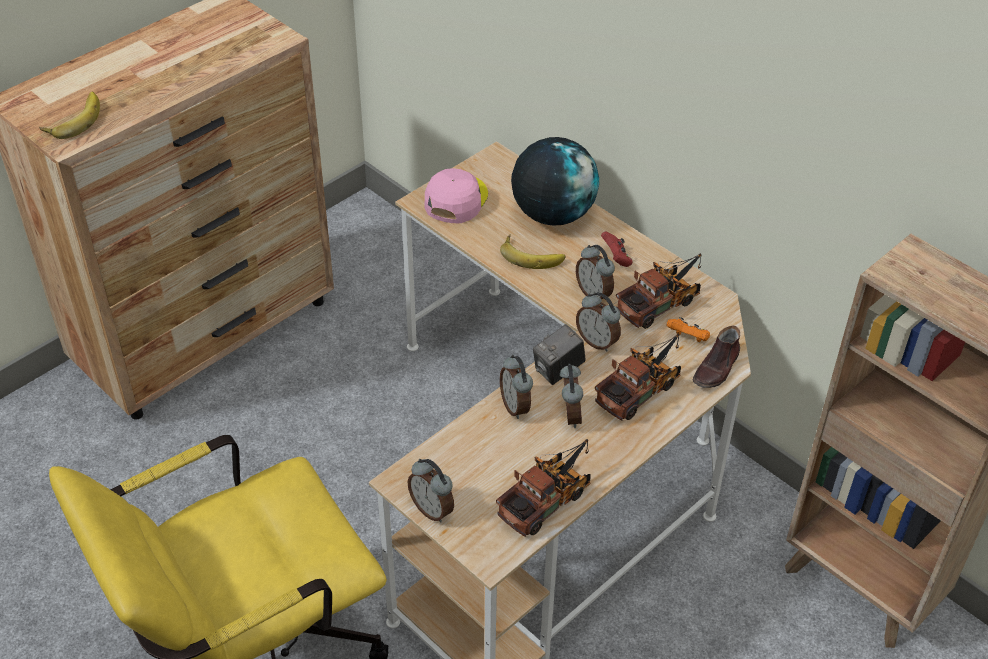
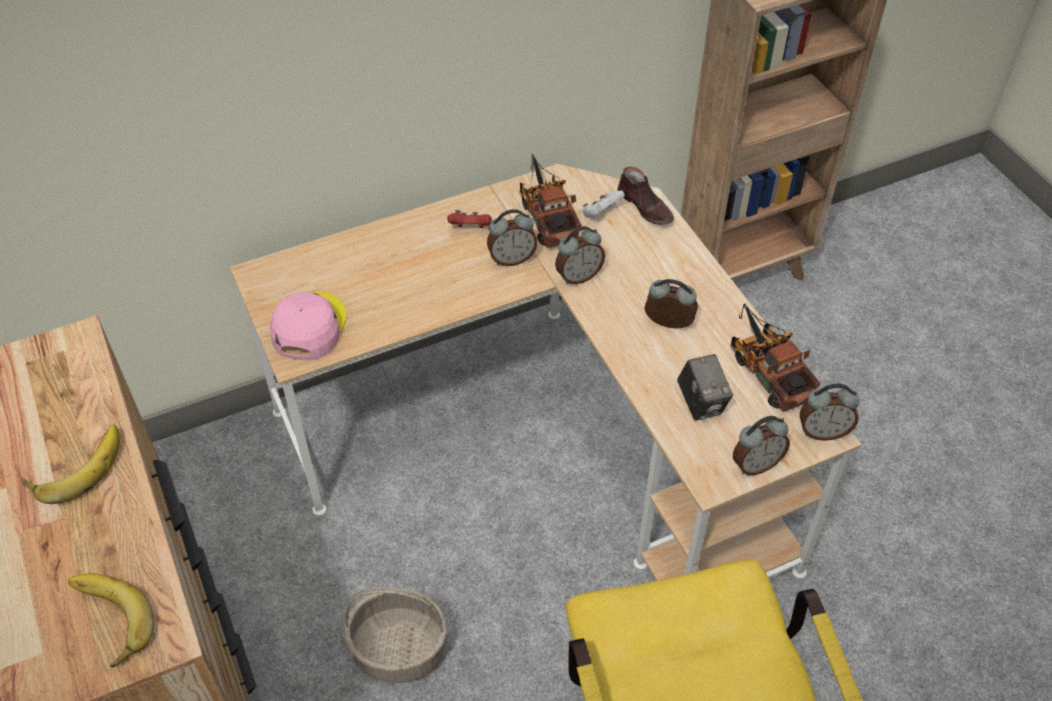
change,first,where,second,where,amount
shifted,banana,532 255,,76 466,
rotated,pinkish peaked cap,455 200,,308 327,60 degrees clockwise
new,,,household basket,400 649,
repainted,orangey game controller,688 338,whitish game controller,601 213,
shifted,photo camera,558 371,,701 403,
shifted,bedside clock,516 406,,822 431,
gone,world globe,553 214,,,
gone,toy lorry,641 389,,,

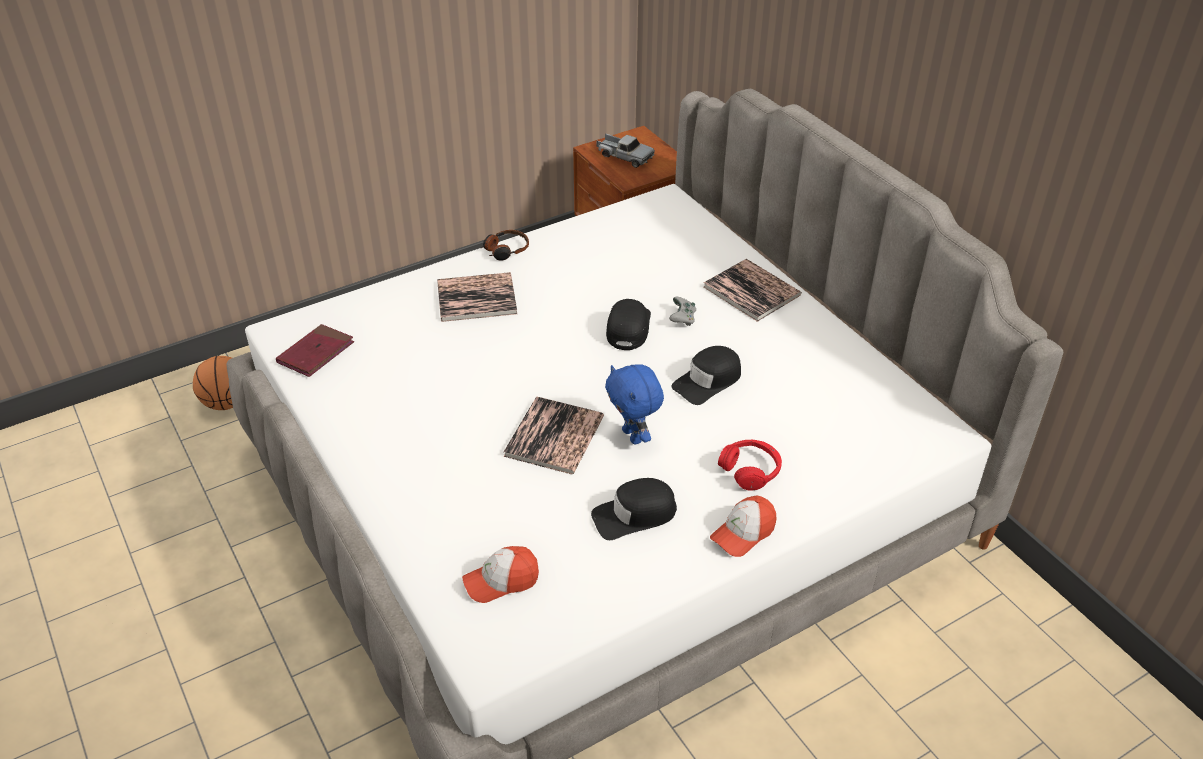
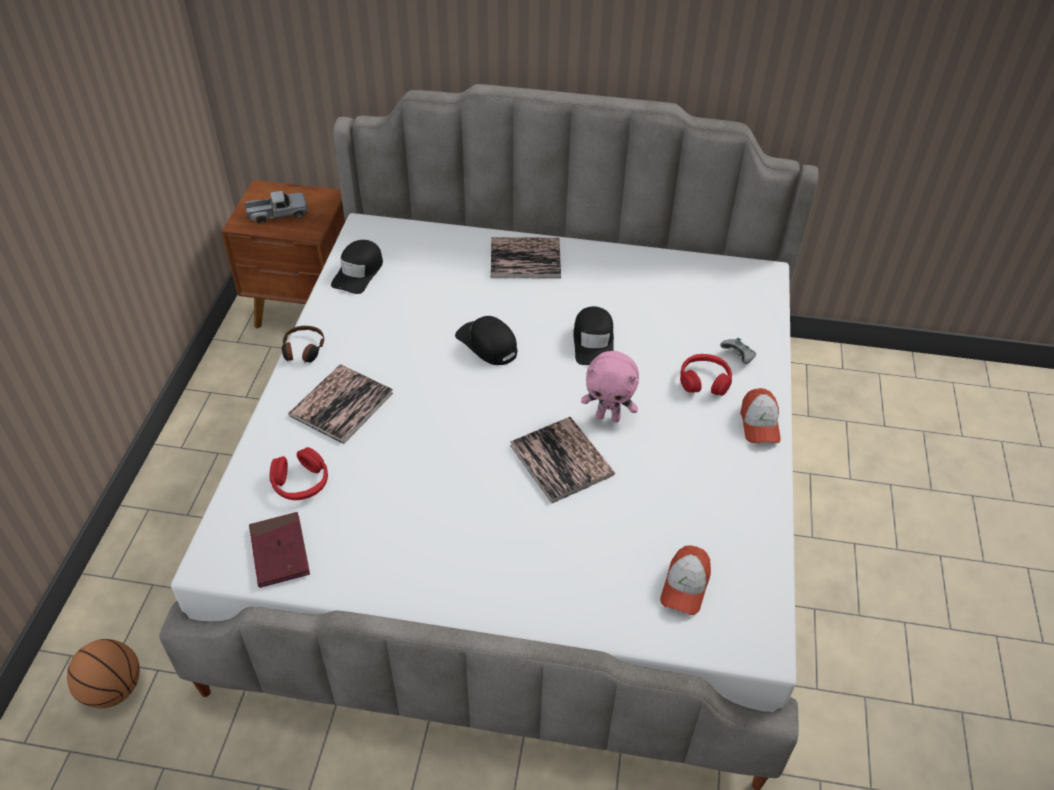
change,first,where,second,where,amount
new,,,red headphones,301 483,
shifted,black-coloured peaked cap,634 515,,358 272,
repainted,bluish soft toy,633 436,pinkish soft toy,608 417,
shifted,gray game controller,682 319,,738 357,

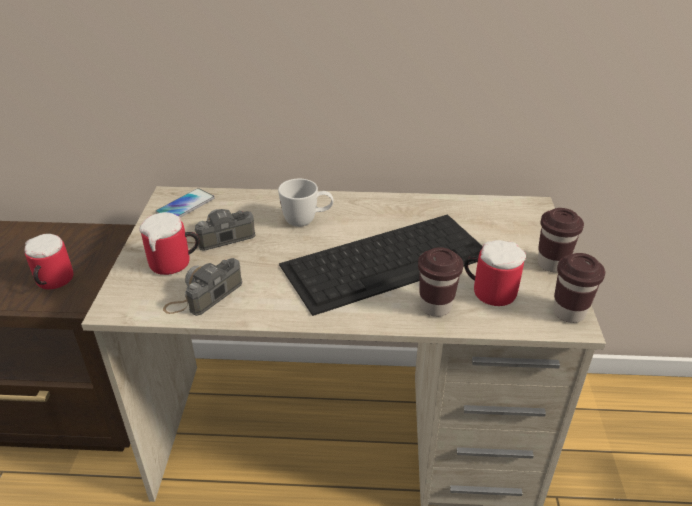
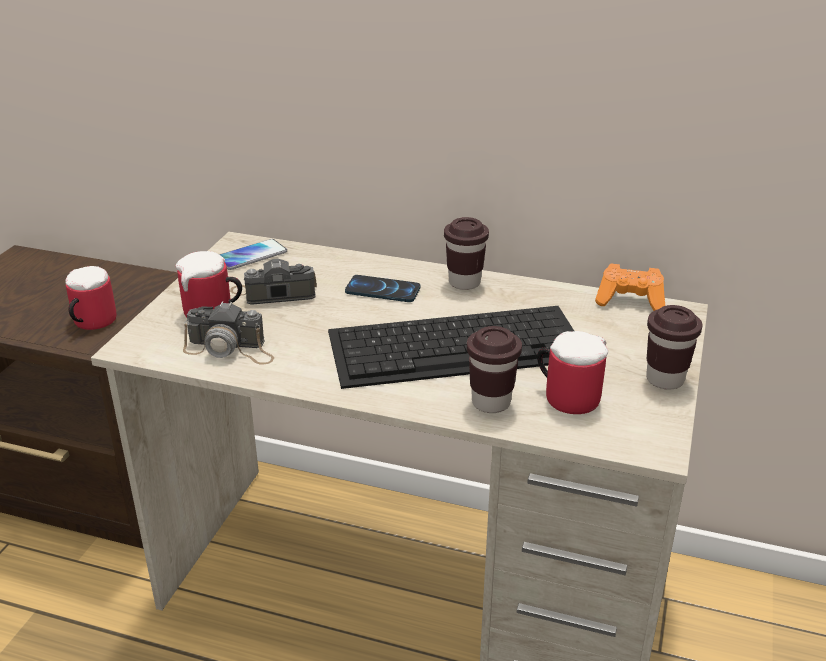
change,first,where,second,where,amount
rotated,photo camera,204 295,,230 349,135 degrees counterclockwise
swapped,whitish mug,307 221,handset,382 290,
shifted,brown drinking cup,568 313,,464 282,
new,,,orangey game controller,630 301,

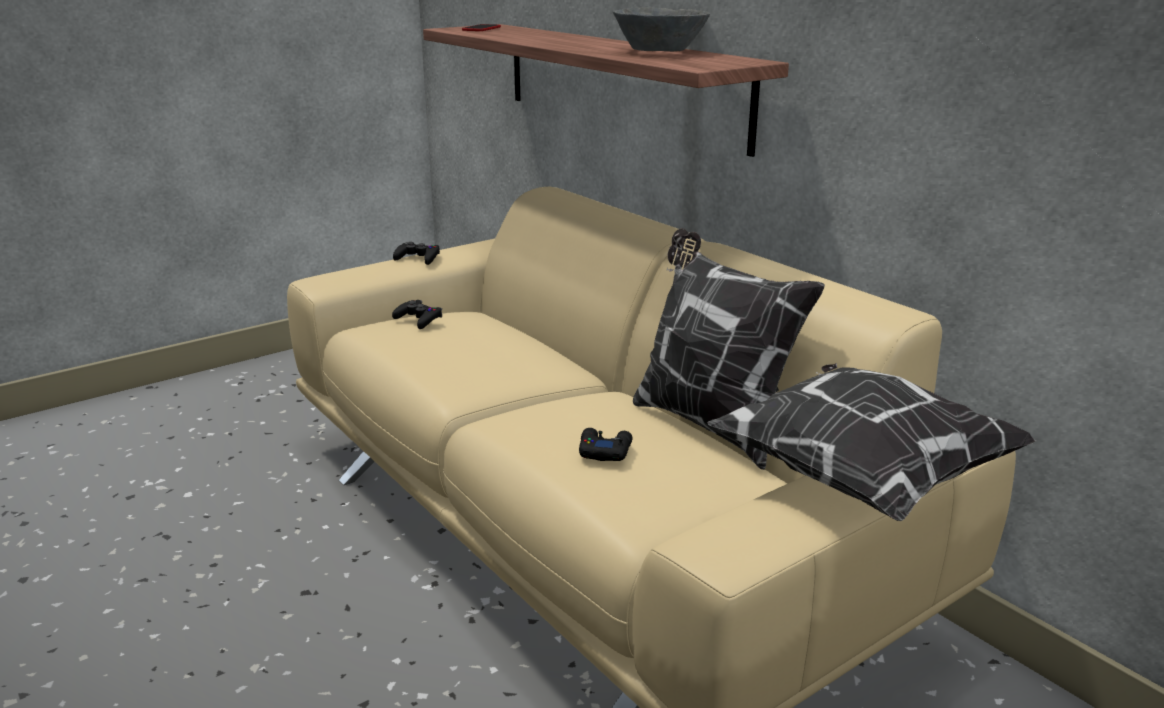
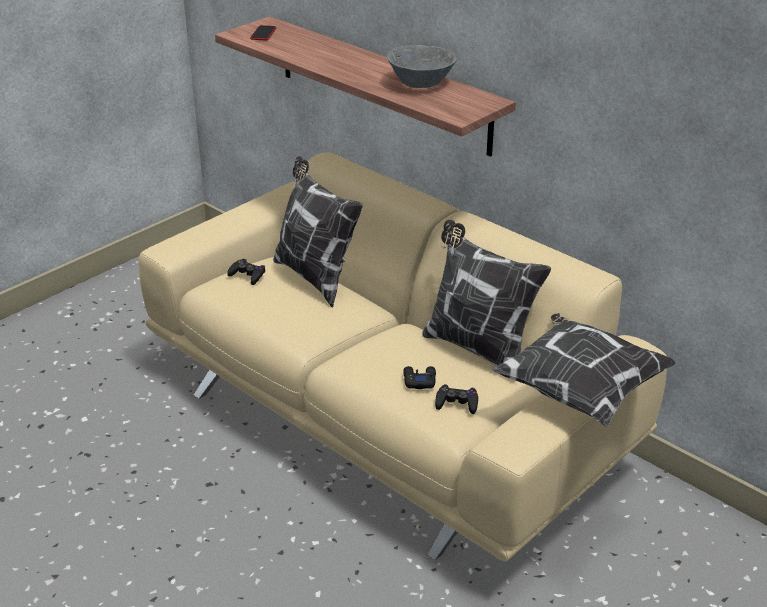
change,first,where,second,where,amount
new,,,cushion,315 276,
shifted,black-coloured game controller,418 258,,457 403,

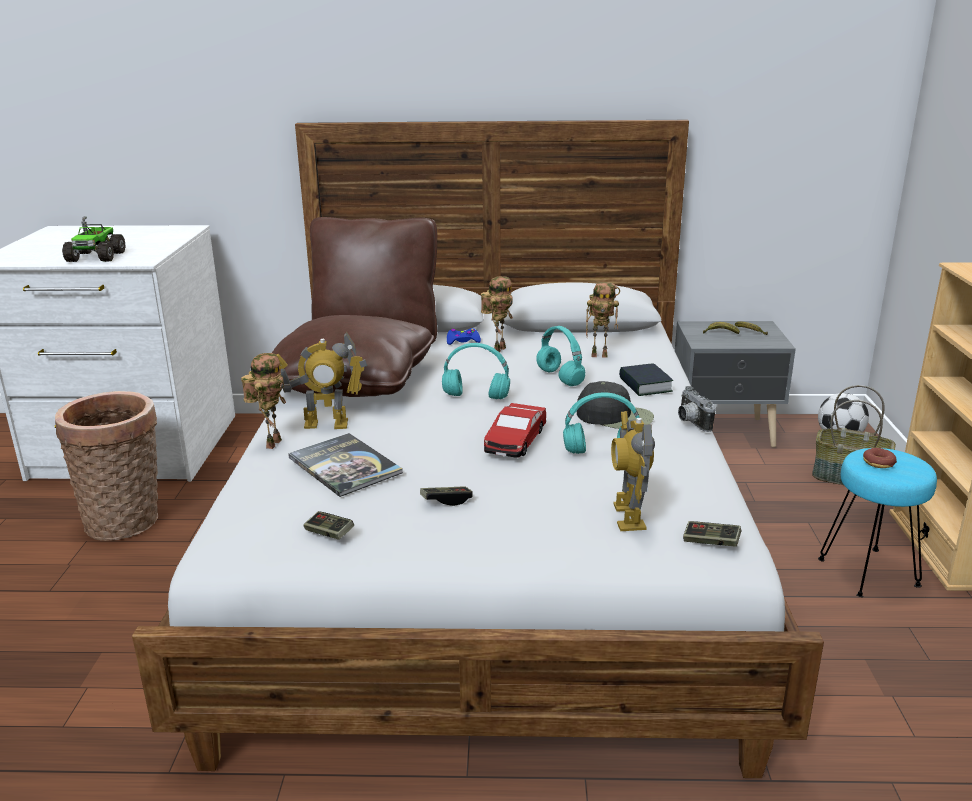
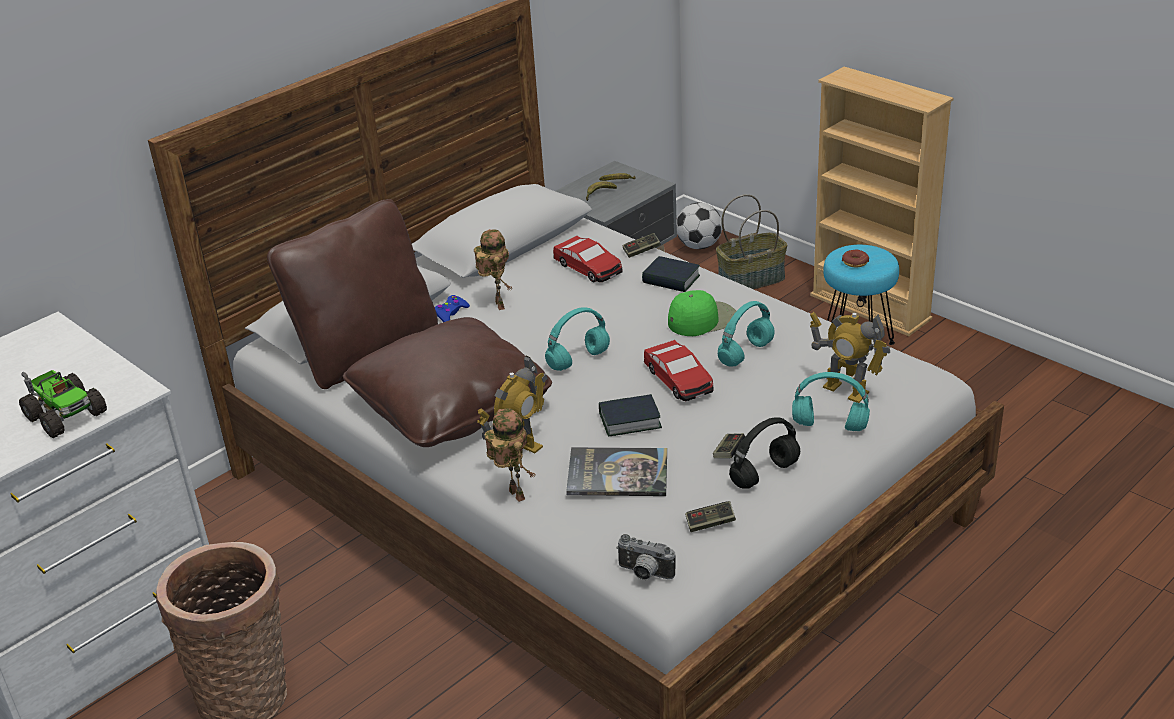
change,first,where,second,where,amount
swapped,model robot,600 355,miniature car,588 268,
new,,,bound book,629 420,
shifted,photo camera,690 422,,644 574,
shifted,game controller,711 542,,641 251,
repainted,black-coloured peaked cap,615 416,green peaked cap,702 319,
new,,,black-coloured headphones,765 473,
shifted,blue-green headphones,558 377,,828 426,

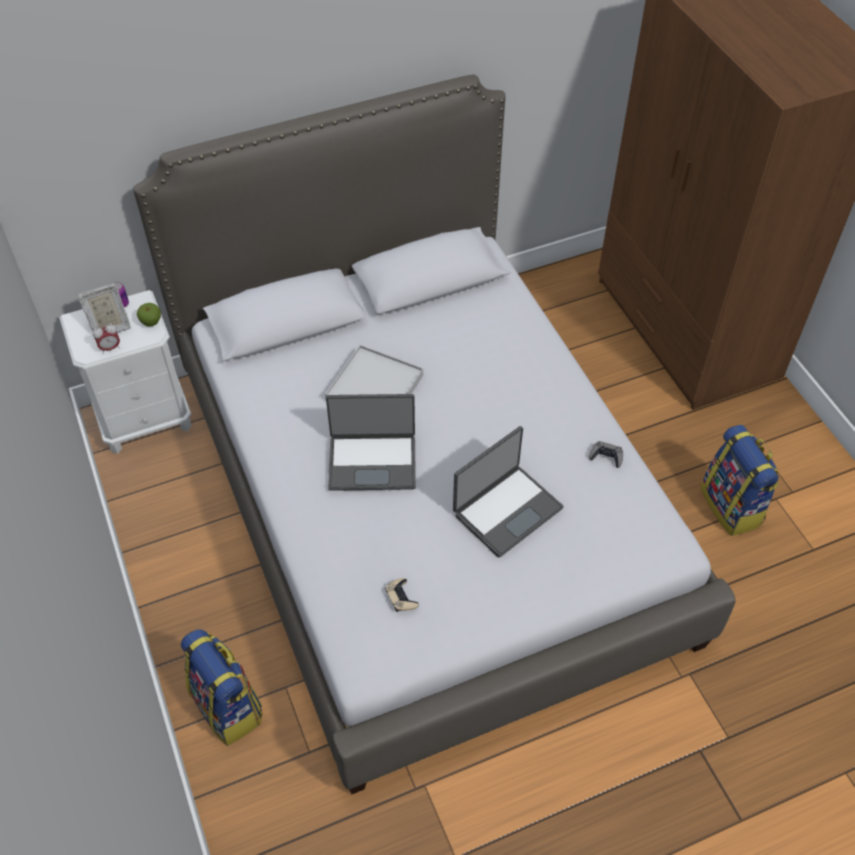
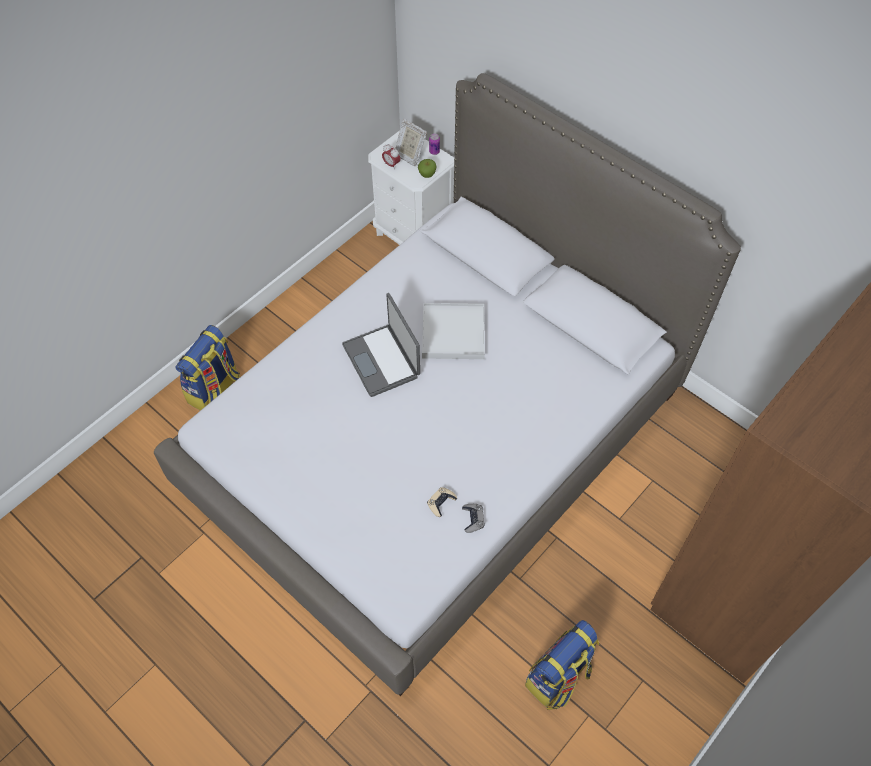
change,first,where,second,where,amount
shifted,beige-coloured game controller,401 597,,441 503,
gone,laptop,506 510,,,

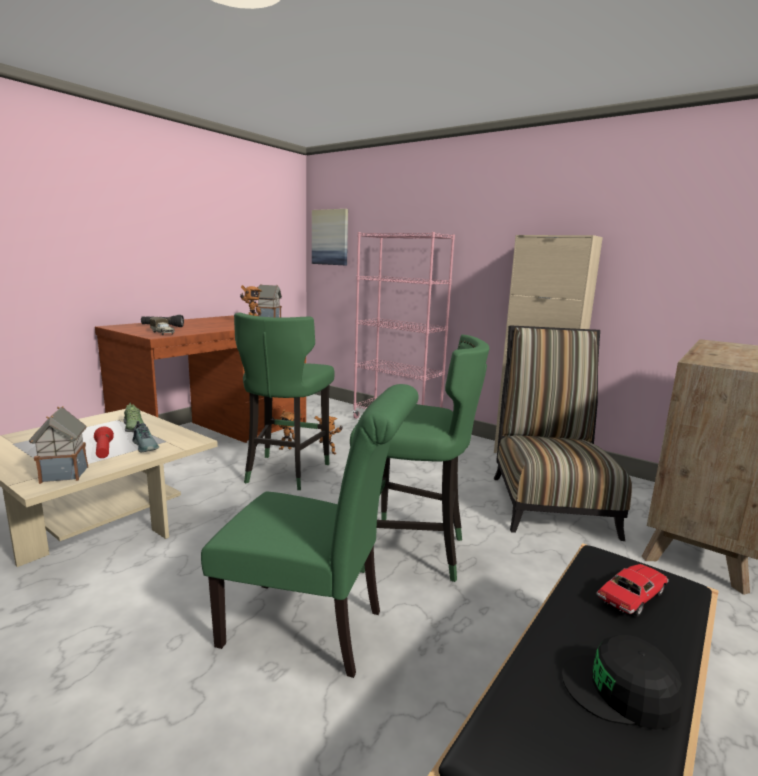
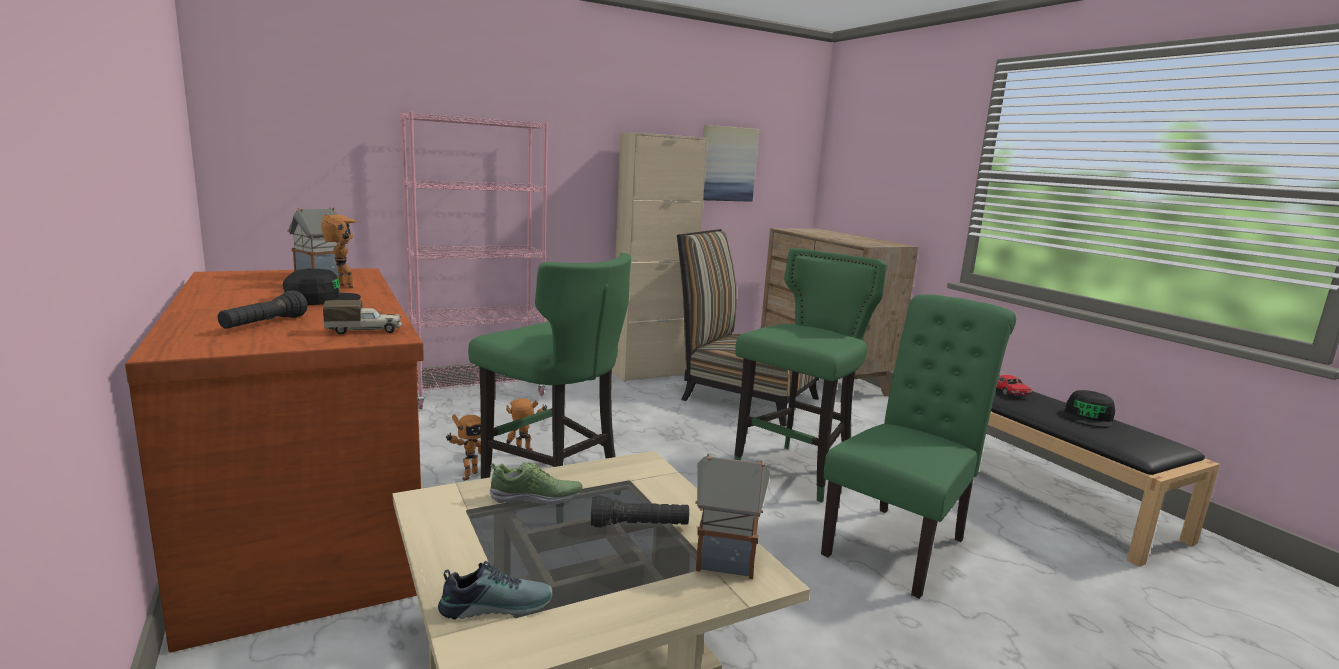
change,first,where,second,where,amount
new,,,black-coloured peaked cap,320 299,
shifted,low shoe,146 446,,496 604,
repainted,red torch,104 451,black-coloured torch,639 526,
shifted,wall picture,330 237,,727 164,

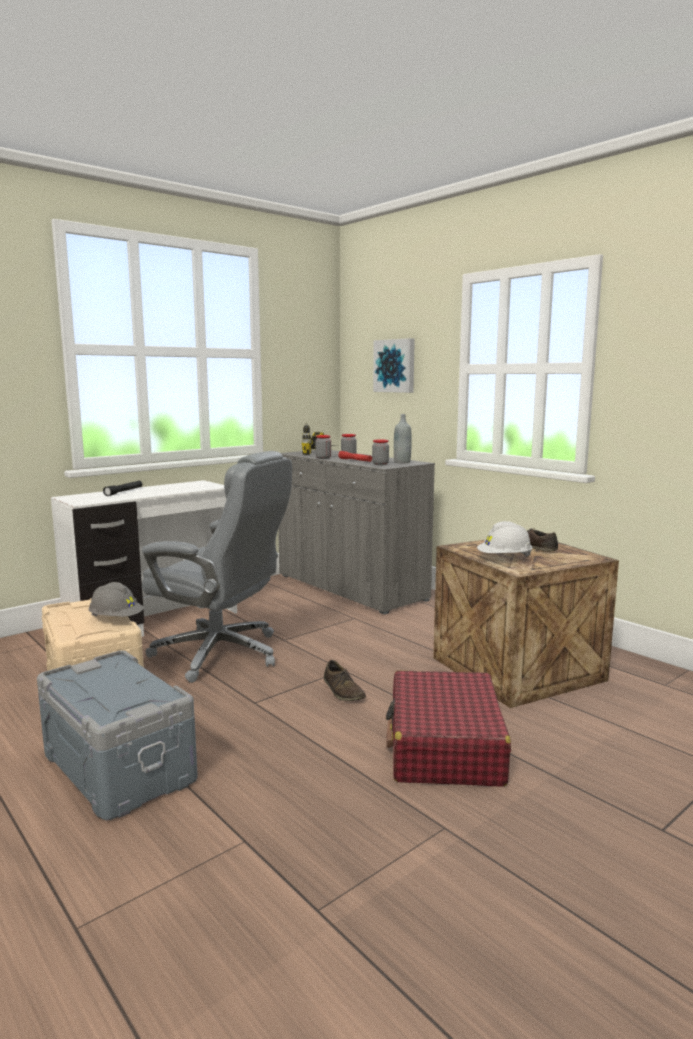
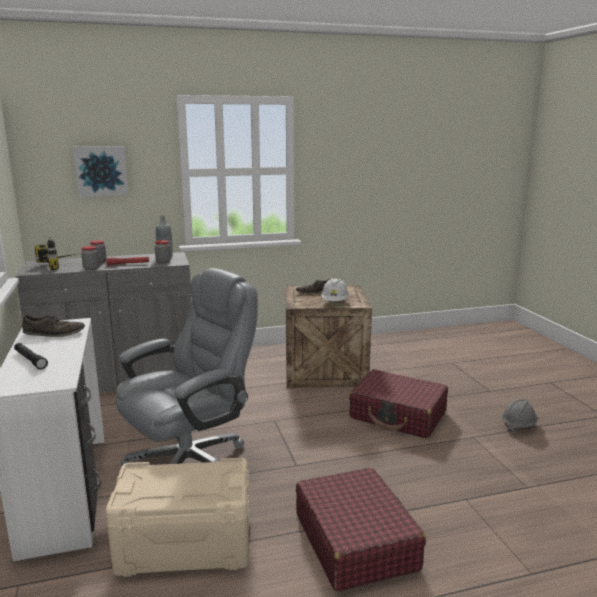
change,first,where,second,where,amount
shifted,brown low shoe,343 691,,54 333,
swapped,gray storage bin,120 766,red suitcase,355 541,
shifted,gray safety helmet,116 619,,518 425,

